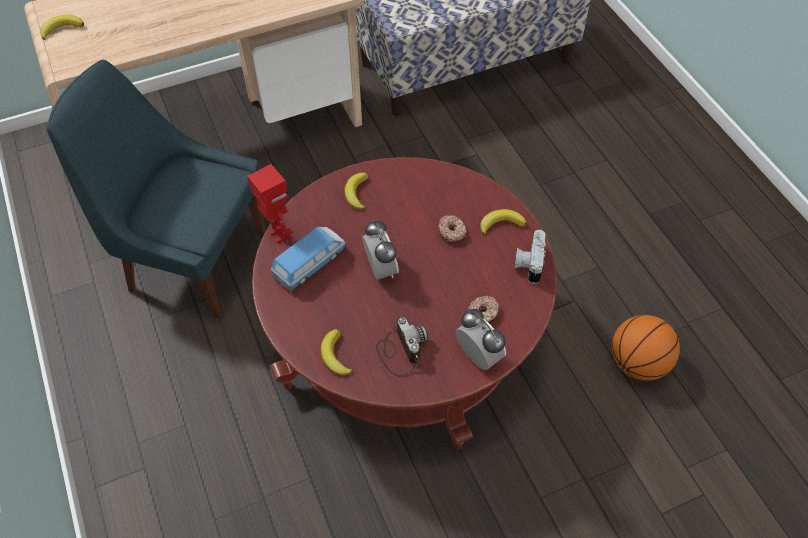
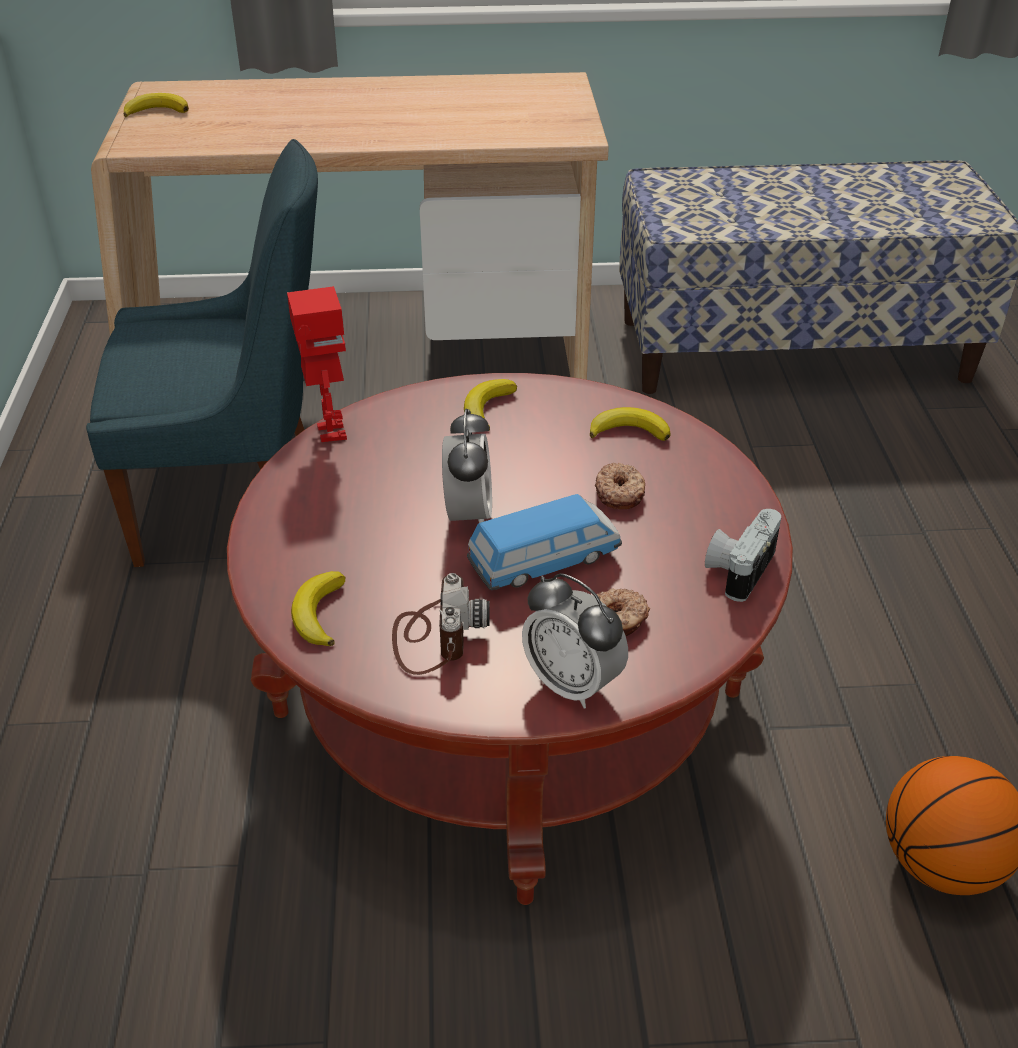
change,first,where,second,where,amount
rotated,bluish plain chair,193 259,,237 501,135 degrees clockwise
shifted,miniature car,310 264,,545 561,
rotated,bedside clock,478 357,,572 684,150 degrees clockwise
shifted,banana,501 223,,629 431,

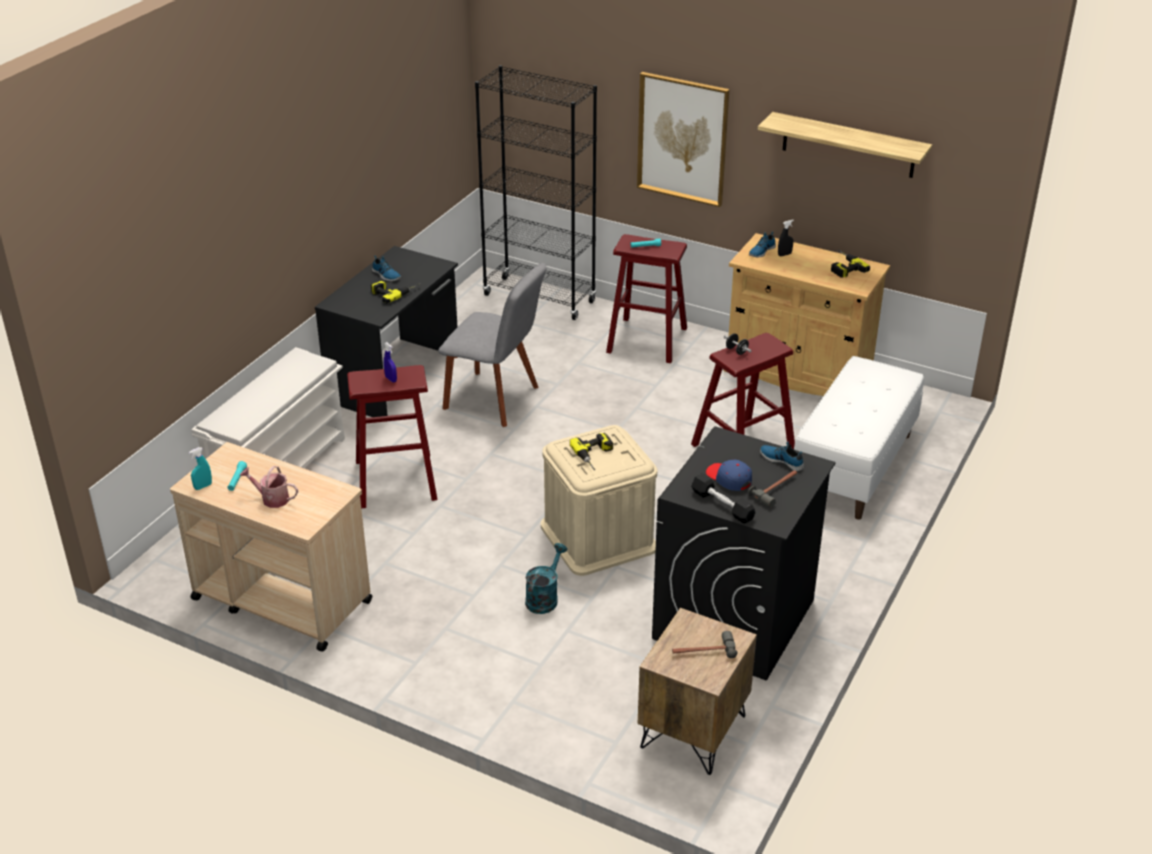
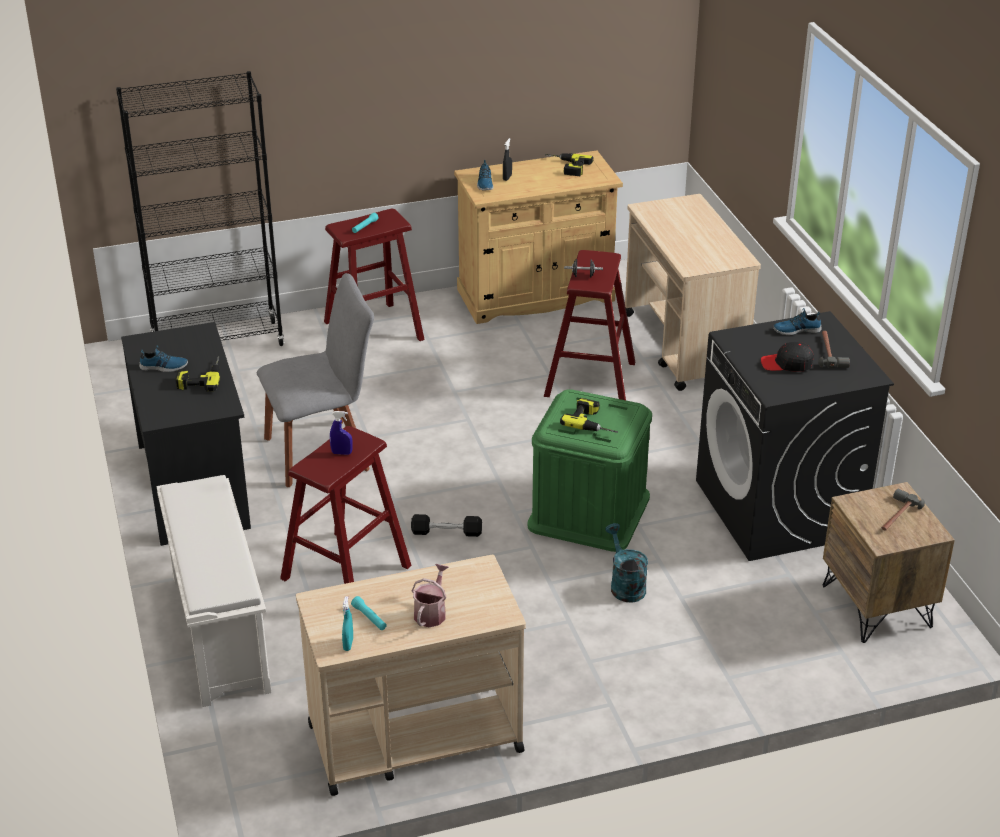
change,first,where,second,where,amount
shifted,black-coloured dumbbell,722 505,,446 532,
rotated,watering can,272 498,,431 612,135 degrees clockwise
repainted,beige-coloured storage bin,598 536,green storage bin,589 511,
swapped,whitish long seat,854 467,beige-coloured trolley,685 346,
repainted,bluish peaked cap,729 478,black-coloured peaked cap,787 364,
gone,wall picture,682 139,,,
gone,shelf,848 145,,,

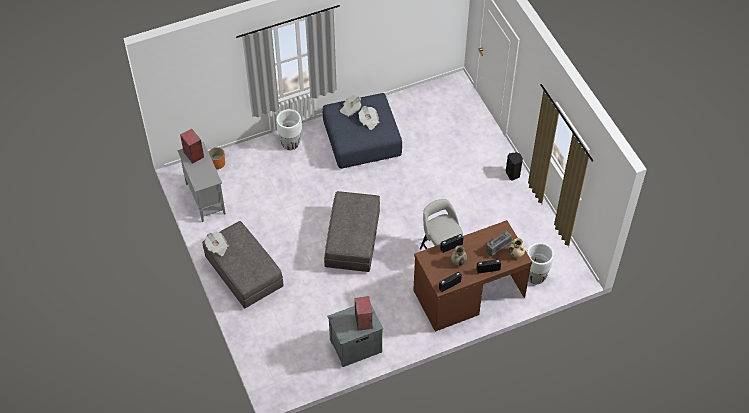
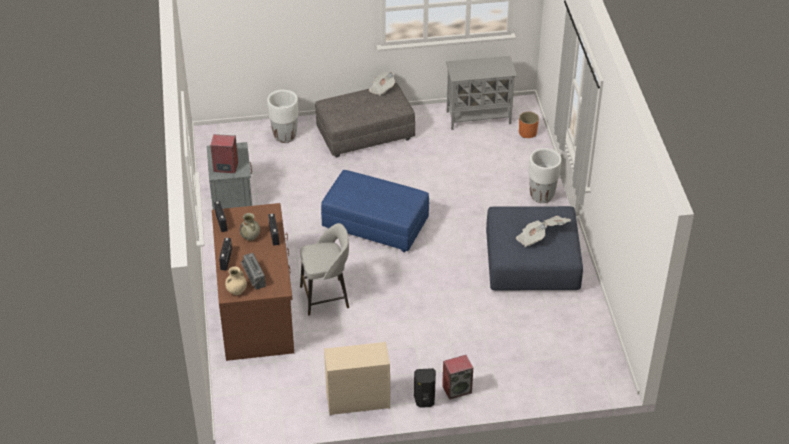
change,first,where,second,where,amount
shifted,whitish plant pot,535 277,,284 136,
repainted,gray pouffe,353 240,bluish pouffe,375 224,
new,,,beige-coloured dresser,357 400,
shifted,audio speaker,193 154,,457 389,

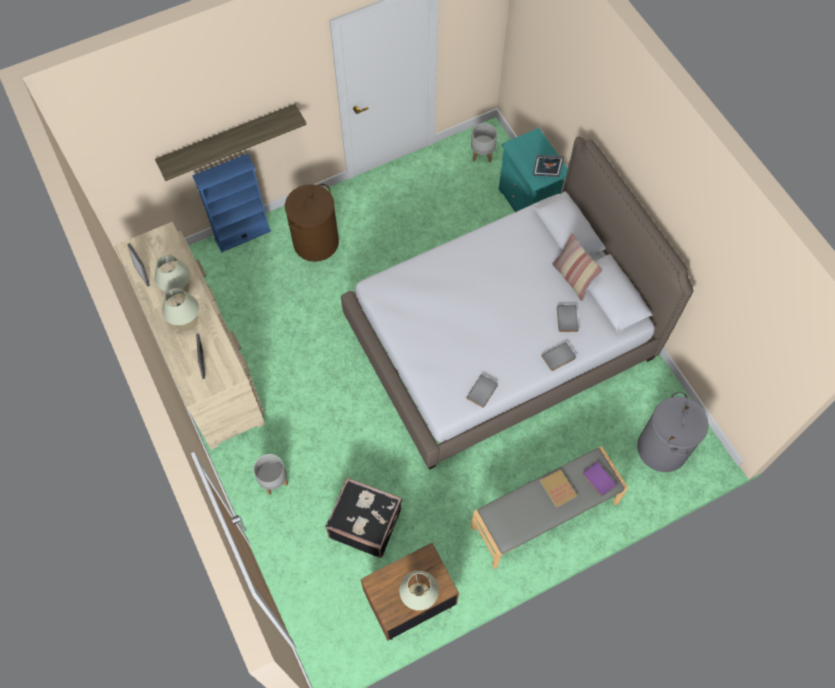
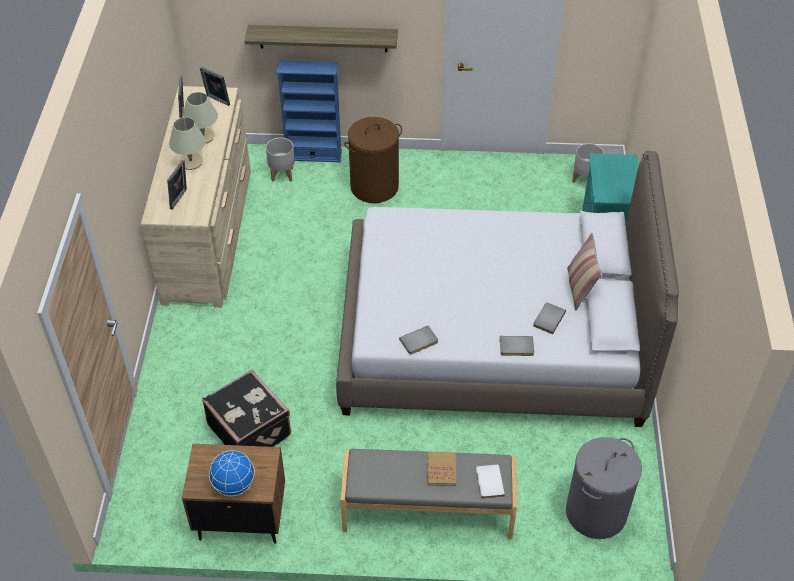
change,first,where,second,where,amount
shifted,picture frame,546 176,,217 101,
swapped,beige-coloured tabletop lamp,419 596,world globe,234 485,
shifted,gray plant pot,273 481,,282 174,
repainted,purple bound book,598 480,whitish bound book,488 482,

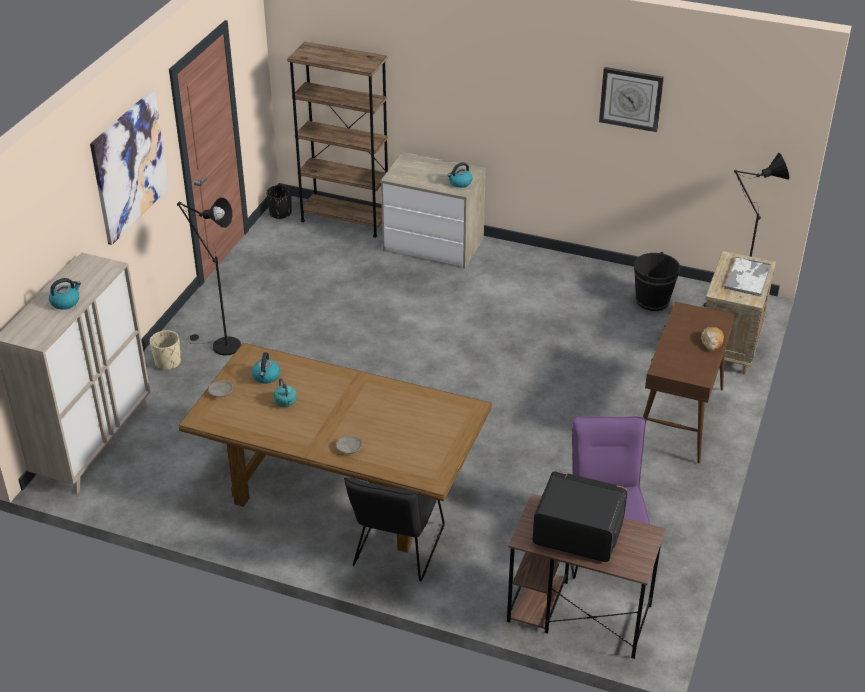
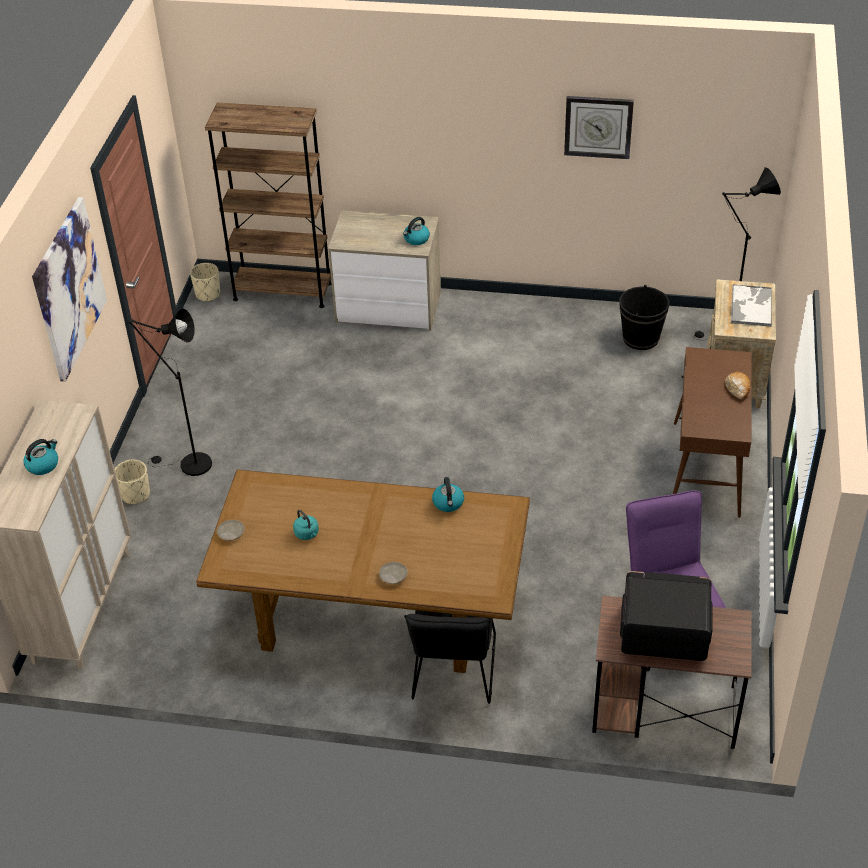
change,first,where,second,where,amount
repainted,black-coloured plant pot,280 213,beige-coloured plant pot,208 294,
shifted,kettle,266 376,,448 503,

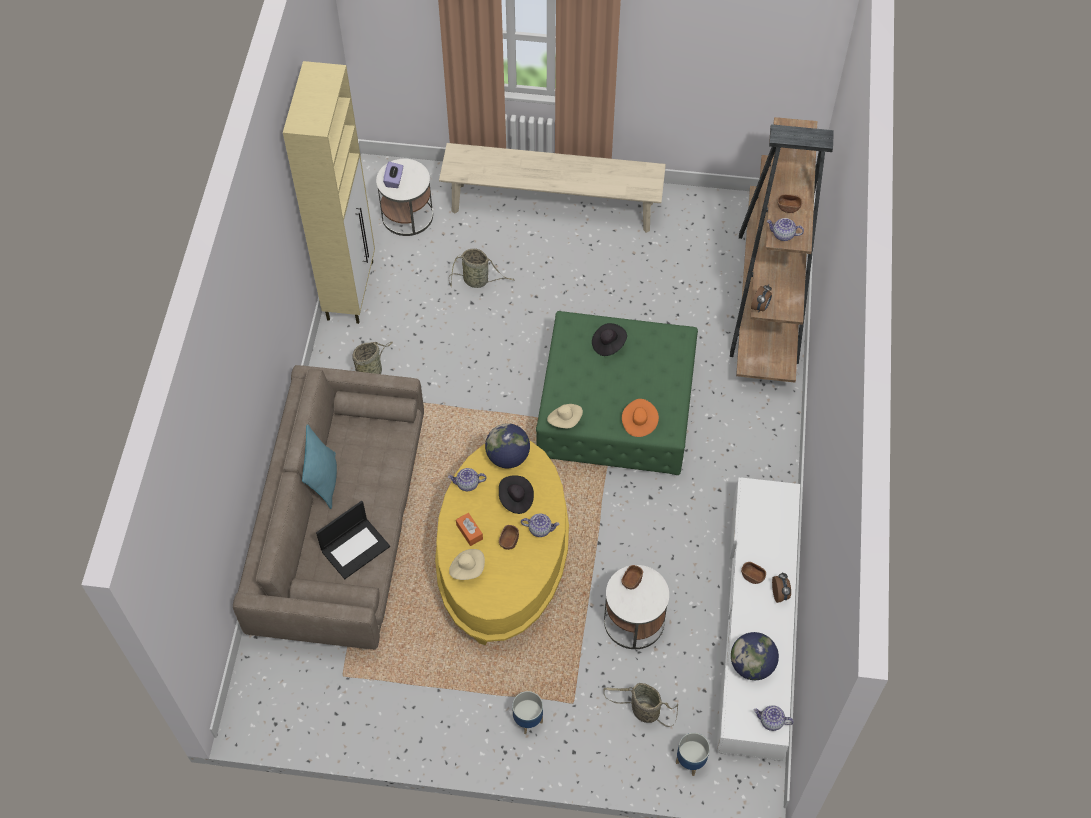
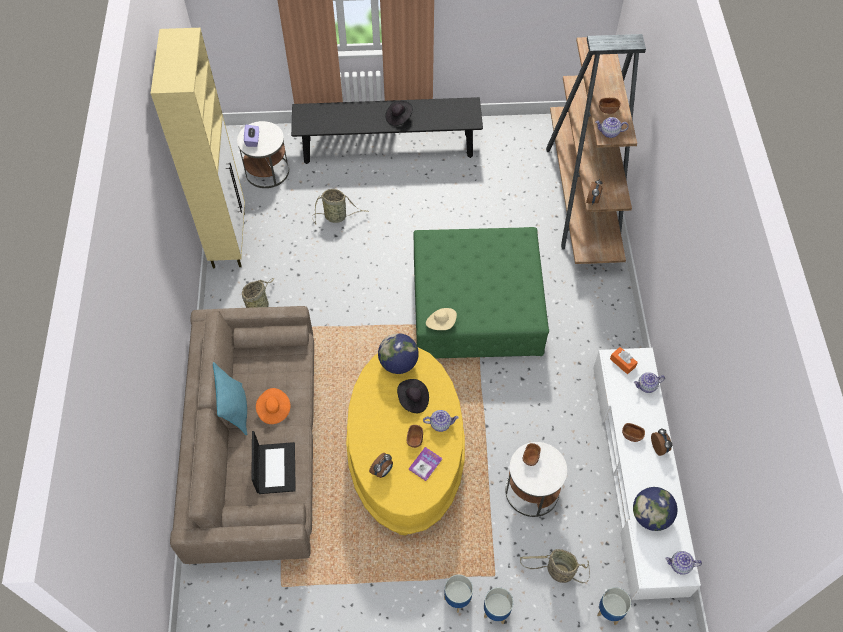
change,first,where,second,where,amount
rotated,laptop,355 548,,275 467,45 degrees counterclockwise
shifted,orangey hat,639 422,,273 410,
repainted,beige-coloured long seat,552 207,black-coloured long seat,388 148,
swapped,beige-coloured hat,467 568,bedside clock,382 471,
shifted,black-coloured hat,608 344,,398 118,
new,,,bound book,425 464,
new,,,plant pot,496 611,
shifted,orangey tissue box,469 532,,622 363,
shifted,pot for tea,467 484,,646 386,

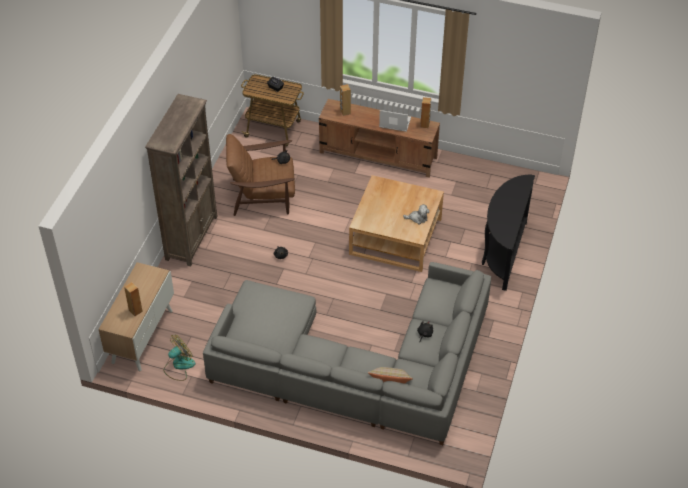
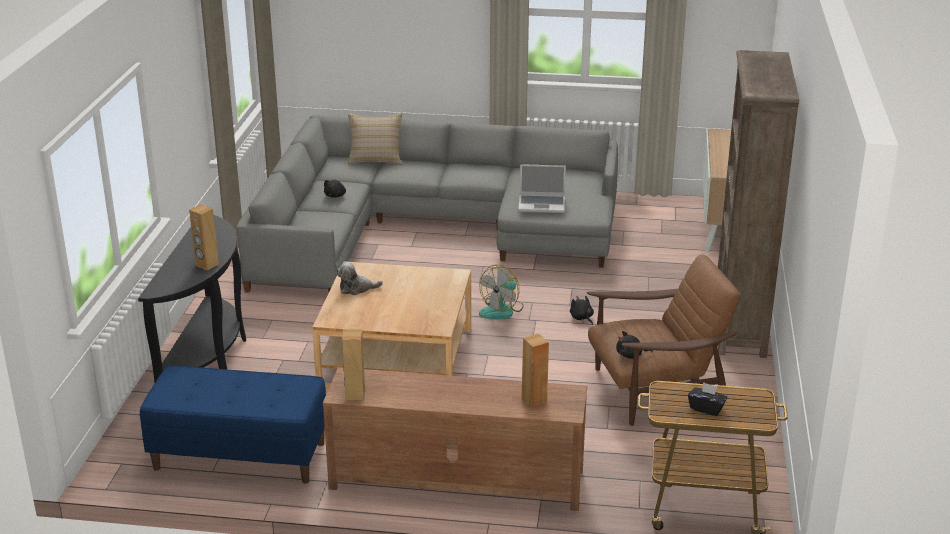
change,first,where,second,where,amount
new,,,bluish long seat,239 456,
shifted,brown audio speaker,135 310,,207 265,
shifted,fan,179 366,,502 310,
shifted,laptop,394 123,,542 204,

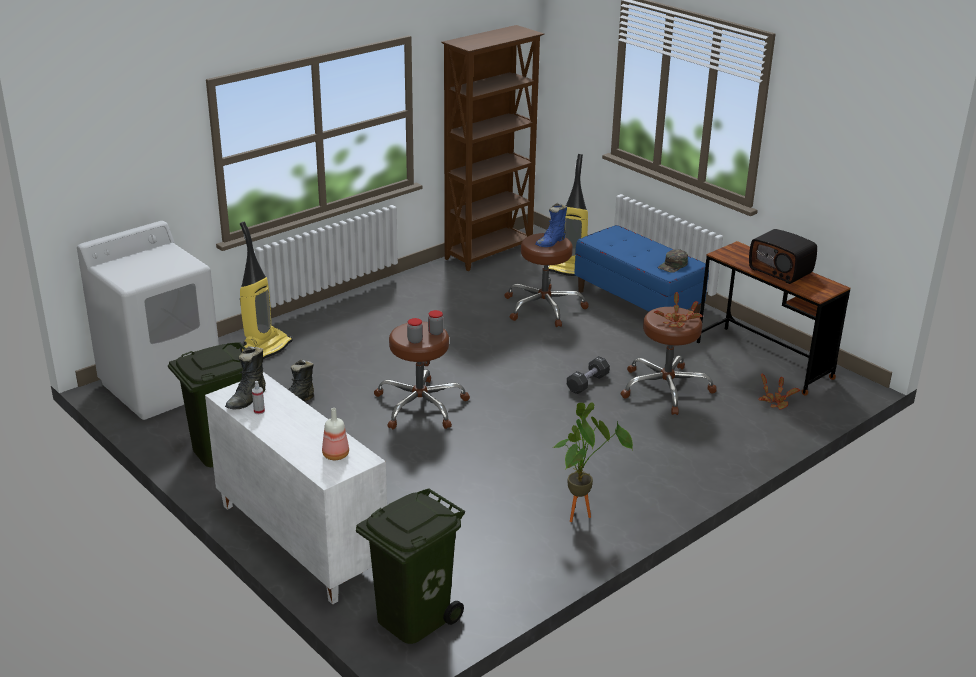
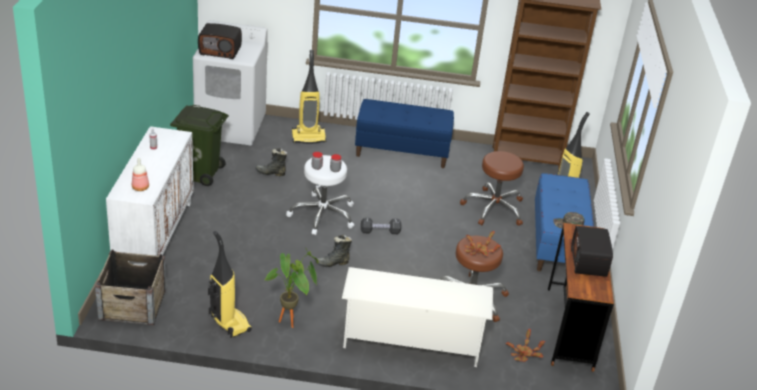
change,first,where,second,where,amount
swapped,green trash can,412 617,crate,132 304,
new,,,radio,220 51,
new,,,hoover,228 322,
repainted,brown stool,421 406,whitish stool,323 215,
shifted,black-coloured tall boot,247 399,,332 263,
new,,,whitish shoe rack,411 341,
new,,,bluish long seat,402 152,
shifted,black-coloured dumbbell,587 383,,380 232,
gone,bluish tall boot,551 242,,,

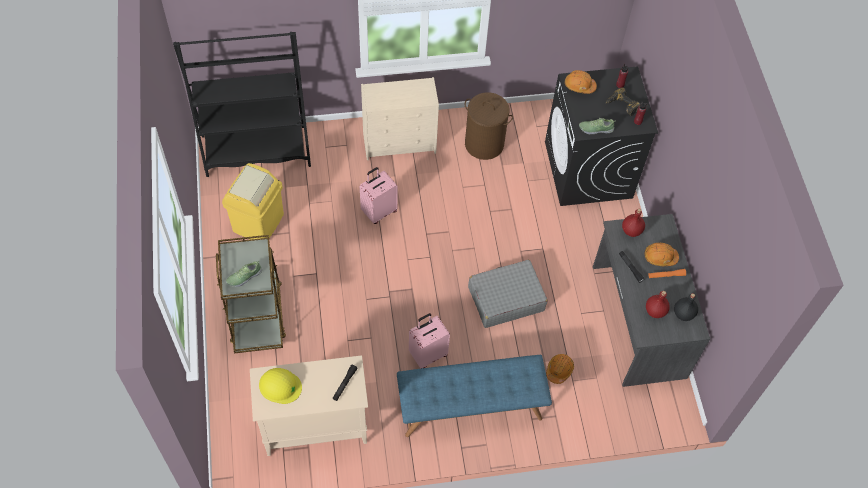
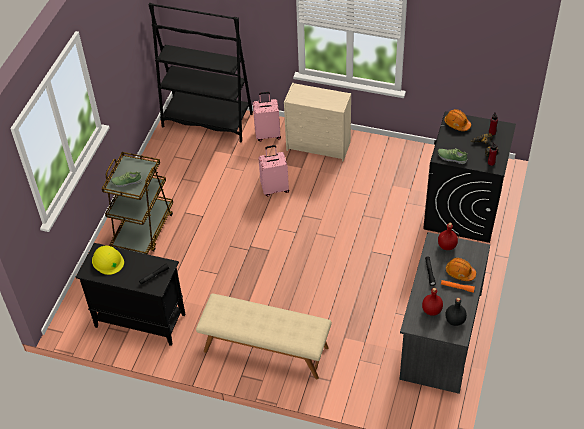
change,first,where,second,where,amount
repainted,beige-coloured cabinet,314 428,black-coloured cabinet,139 320,
repainted,bluish long seat,470 407,beige-coloured long seat,265 349,
shifted,pinkish suitcase,428 354,,268 134,
gone,yellowish trash can,258 222,,,
gone,brown washing basket,484 144,,,
gone,gray suitcase,505 299,,,
gone,orangey safety helmet,559 370,,,

